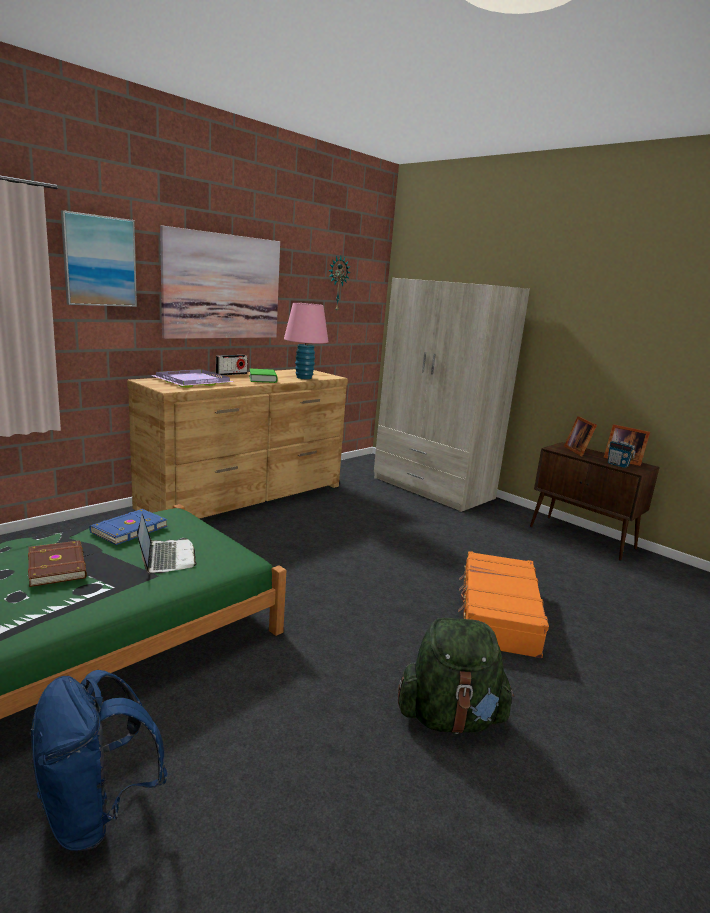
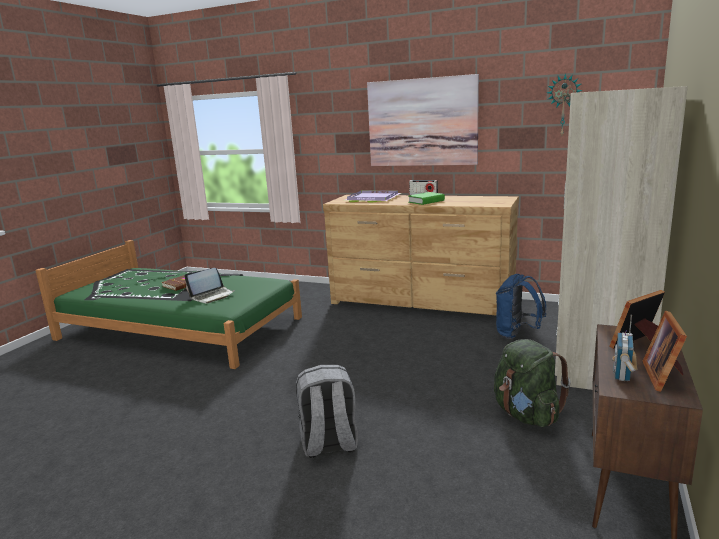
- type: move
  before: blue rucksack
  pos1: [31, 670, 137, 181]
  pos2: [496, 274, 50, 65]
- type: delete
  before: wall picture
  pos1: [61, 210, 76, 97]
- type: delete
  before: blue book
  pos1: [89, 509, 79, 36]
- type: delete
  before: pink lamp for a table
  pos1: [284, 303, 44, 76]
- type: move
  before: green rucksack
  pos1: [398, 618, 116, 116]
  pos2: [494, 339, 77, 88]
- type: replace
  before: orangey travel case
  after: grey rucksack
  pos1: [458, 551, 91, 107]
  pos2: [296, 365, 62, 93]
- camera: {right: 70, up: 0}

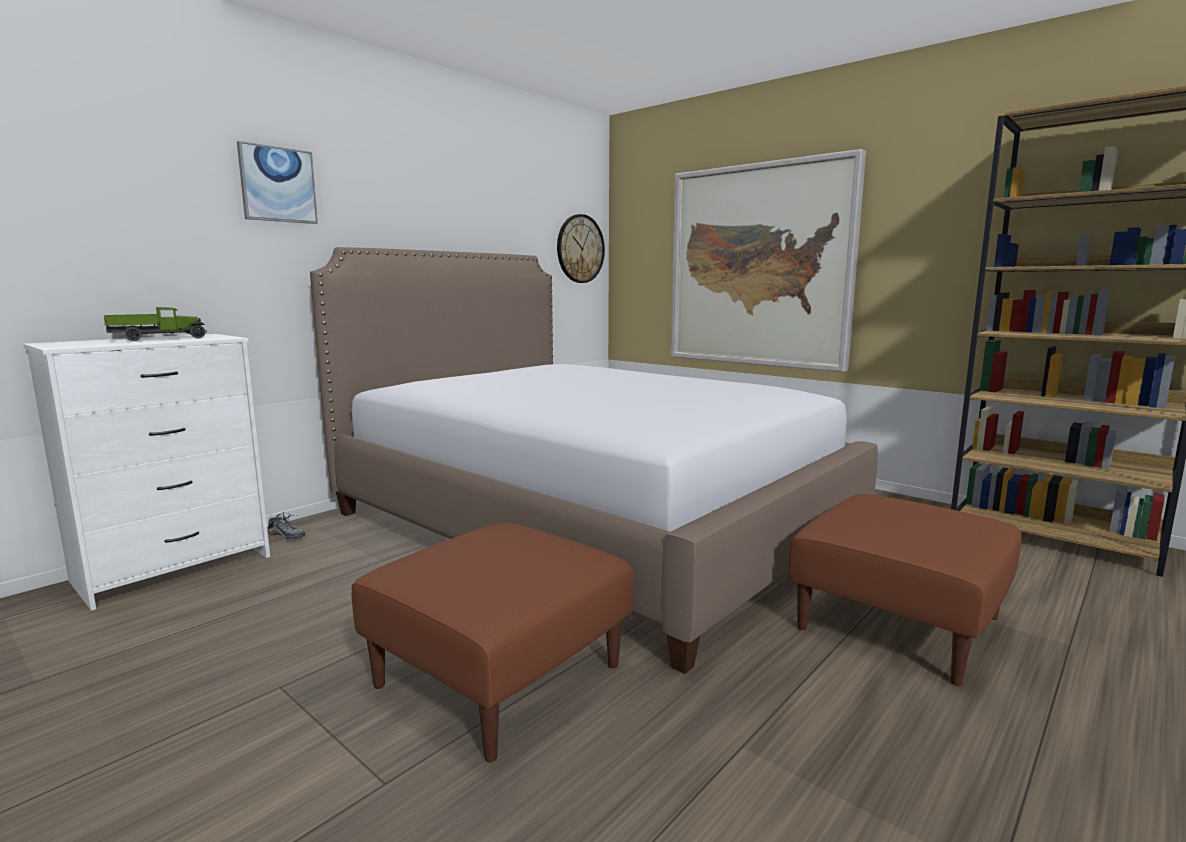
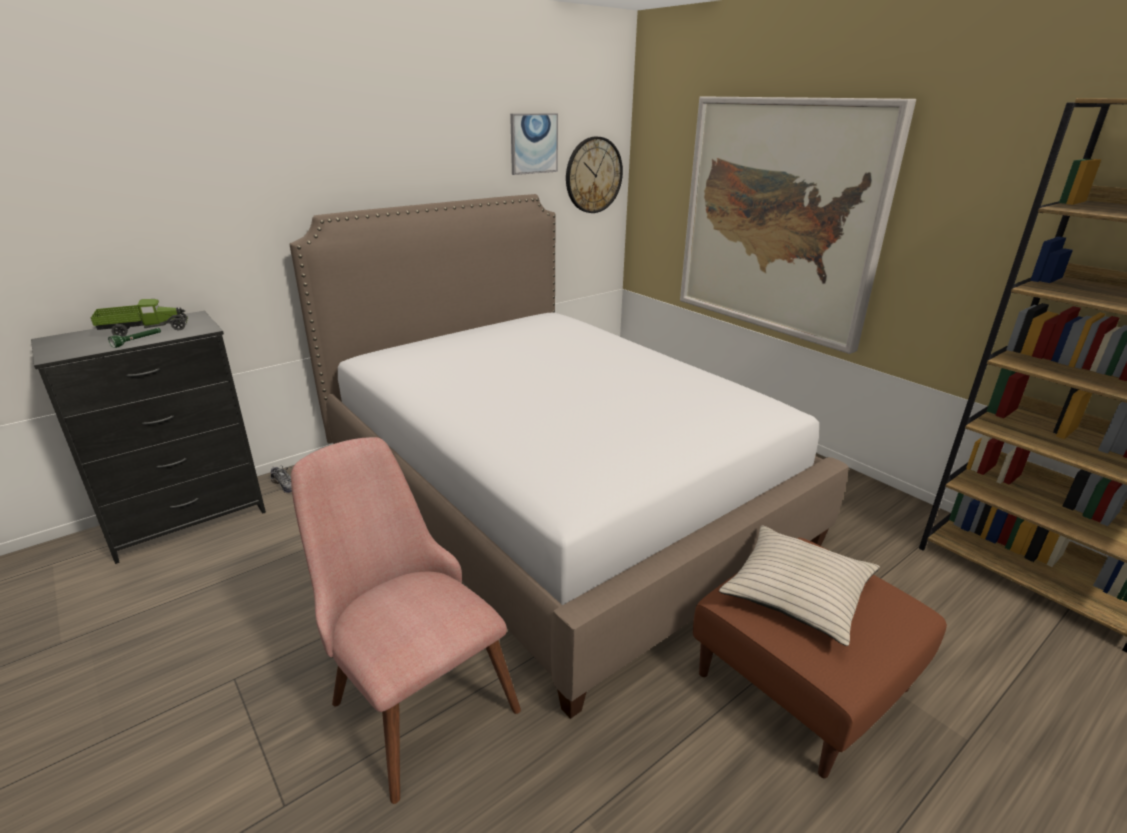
- type: recolor
  before: whitish dresser
  after: blackish dresser
  pos1: [23, 334, 247, 277]
  pos2: [31, 311, 235, 253]
- type: move
  before: wall picture
  pos1: [237, 141, 81, 83]
  pos2: [510, 113, 48, 62]
- type: replace
  before: brownish ottoman
  after: pink plain chair
  pos1: [351, 523, 283, 239]
  pos2: [291, 437, 230, 367]
- type: insert
  after: green torch
  pos2: [108, 328, 53, 20]
- type: insert
  after: beige-coloured throw pillow
  pos2: [719, 525, 161, 121]
- camera: {right: 10, up: 15}

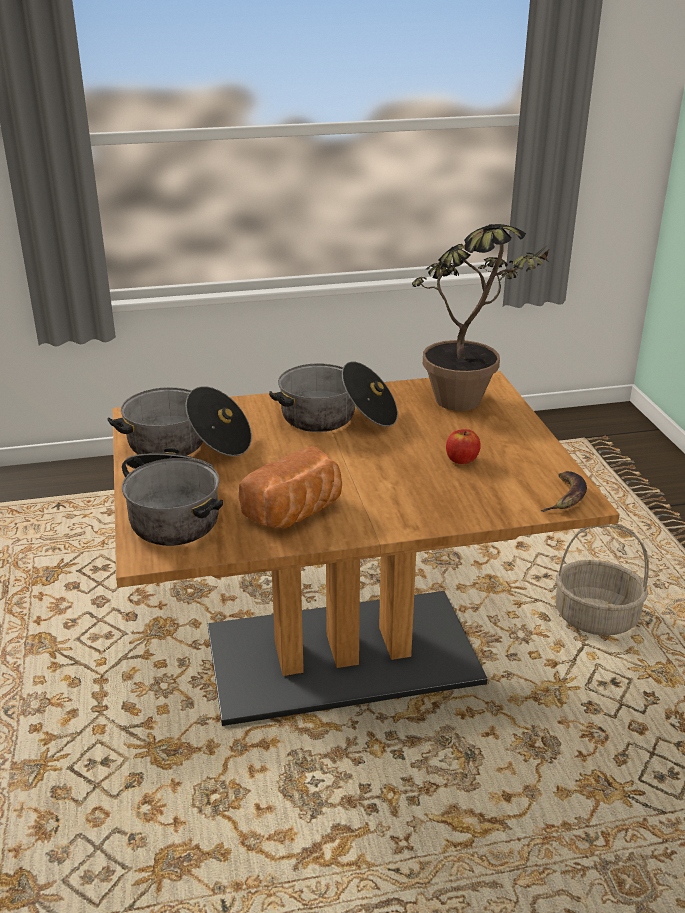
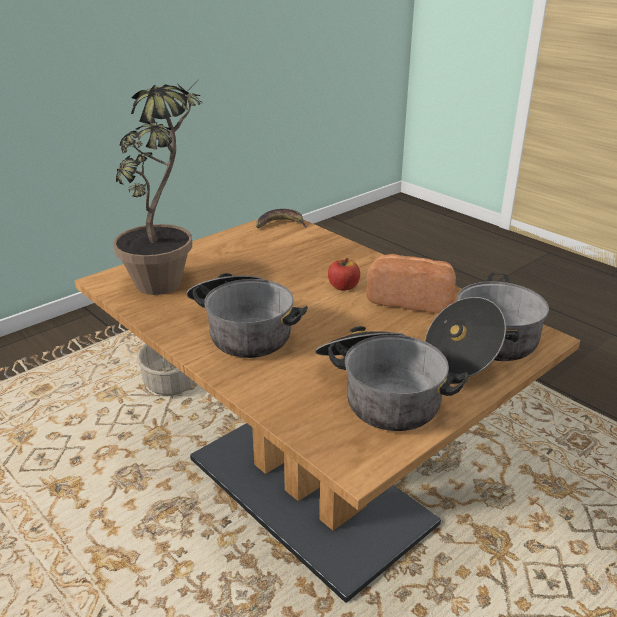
- type: move
  before: apple
  pos1: [446, 429, 35, 35]
  pos2: [328, 258, 32, 33]
- camera: {right: -120, up: 0}

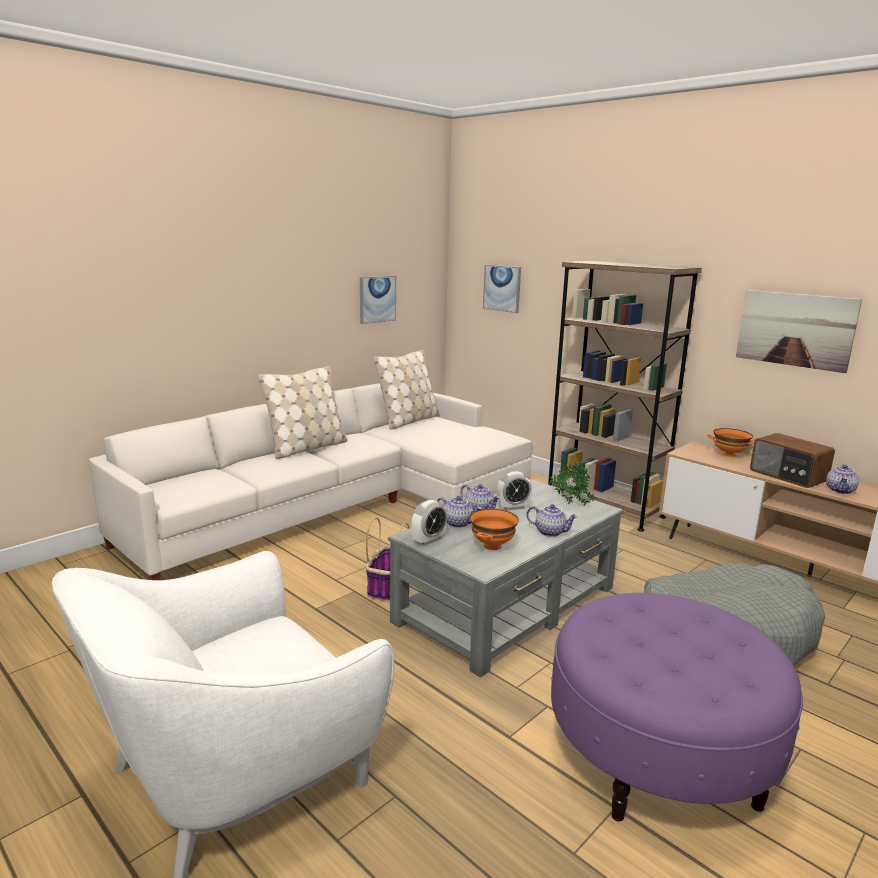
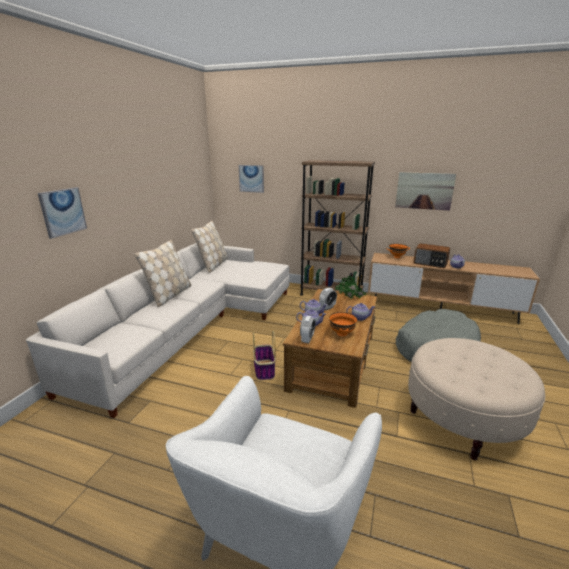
- type: move
  before: wall picture
  pos1: [360, 276, 36, 48]
  pos2: [38, 187, 49, 52]
- type: recolor
  before: grey lounge table
  after: brownish lounge table
  pos1: [388, 479, 236, 199]
  pos2: [283, 289, 94, 119]
- type: recolor
  before: purple ottoman
  after: beige-coloured ottoman
  pos1: [551, 593, 252, 228]
  pos2: [408, 338, 137, 122]
- camera: {right: -25, up: 5}

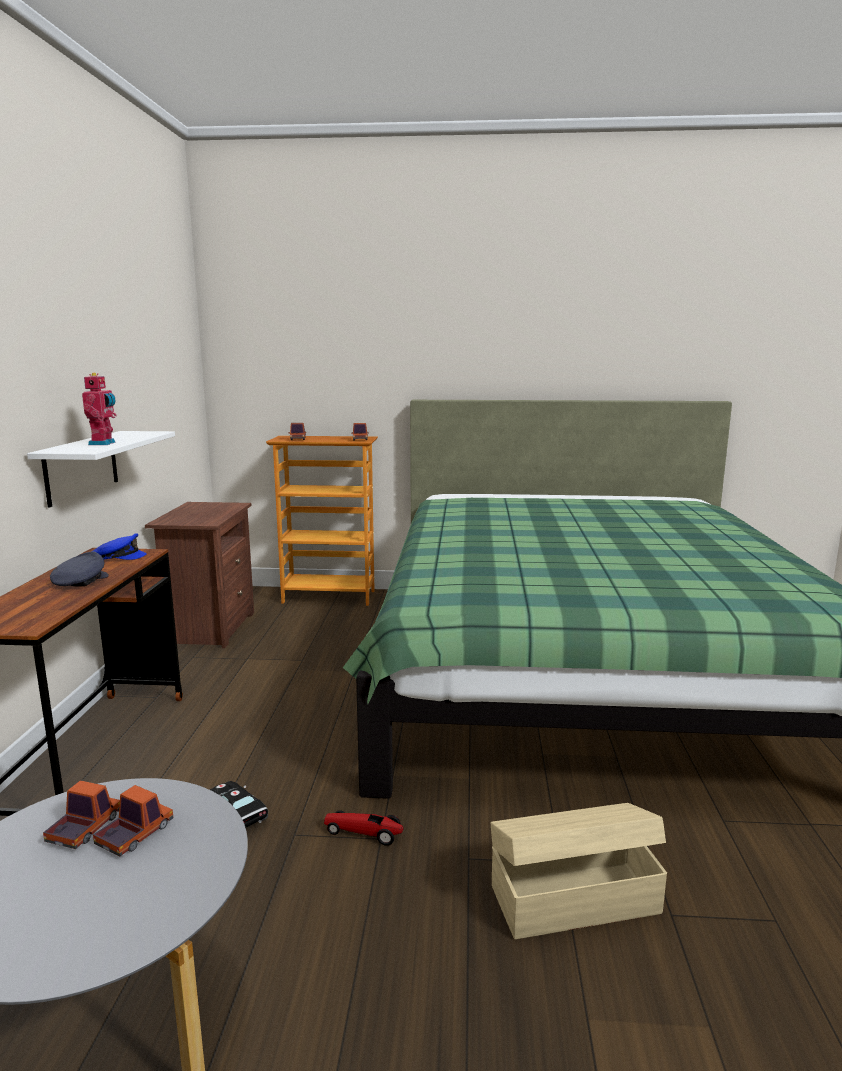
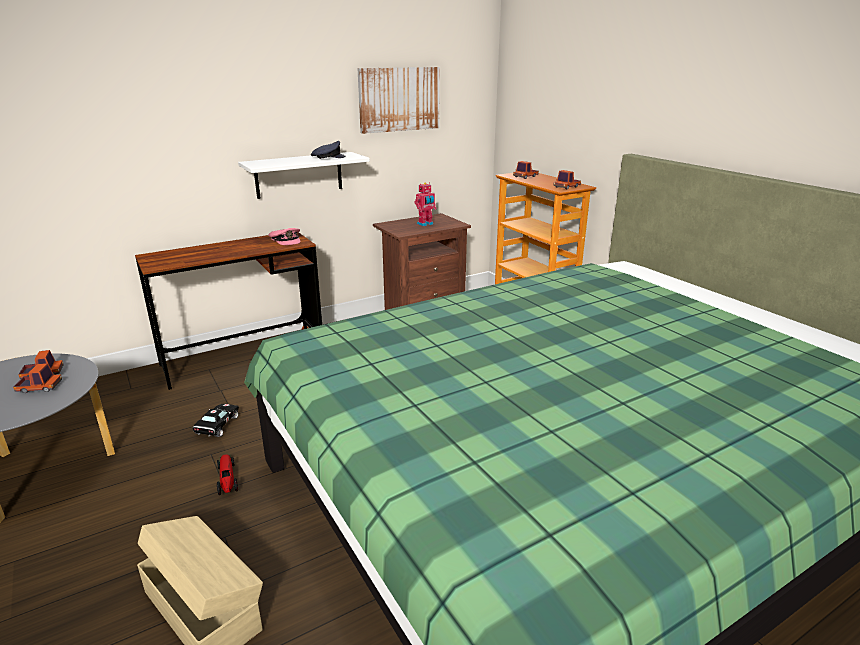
- type: move
  before: grey baseball cap
  pos1: [50, 551, 59, 35]
  pos2: [311, 141, 34, 18]
- type: move
  before: robot figure
  pos1: [82, 373, 35, 72]
  pos2: [415, 183, 22, 43]
- type: recolor
  before: blue baseball cap
  after: pink baseball cap
  pos1: [93, 533, 54, 27]
  pos2: [269, 228, 32, 17]
- type: insert
  after: wall picture
  pos2: [357, 67, 83, 67]
- camera: {right: 55, up: 10}

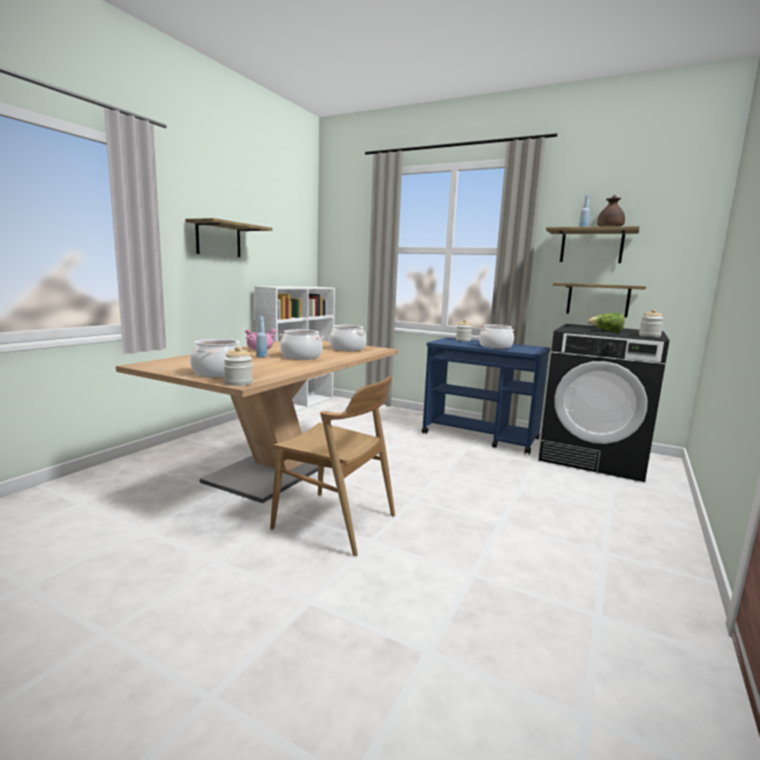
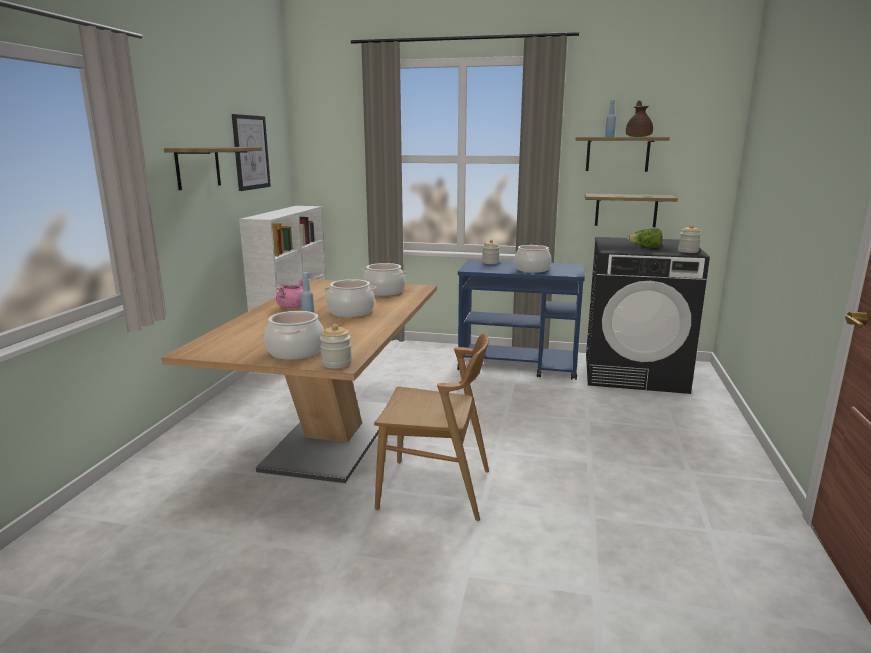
- type: insert
  after: wall picture
  pos2: [232, 114, 39, 77]
- camera: {right: -15, up: 5}

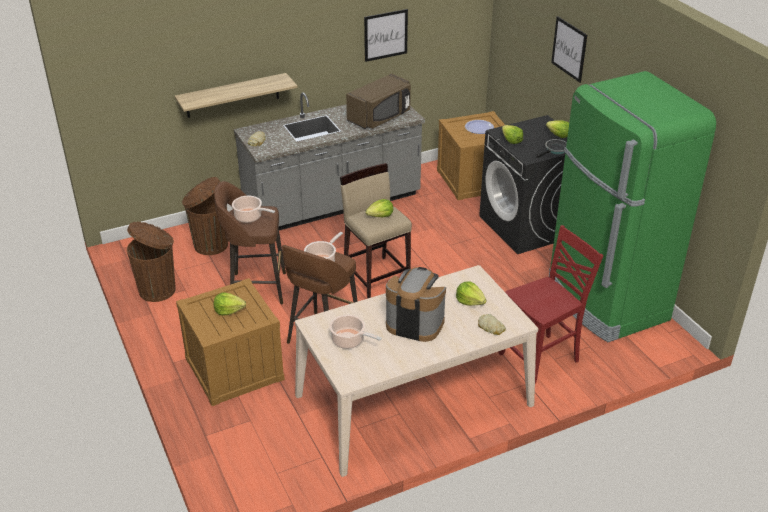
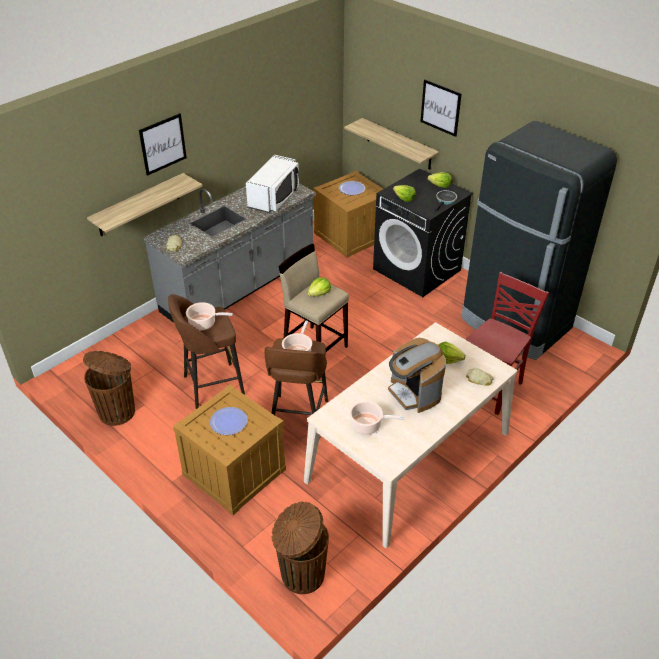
- type: move
  before: brownish trash can
  pos1: [182, 177, 46, 78]
  pos2: [272, 501, 57, 93]
- type: replace
  before: head of lettuce
  after: dinner plate
  pos1: [214, 292, 32, 24]
  pos2: [210, 407, 38, 28]
- type: recolor
  before: brownish microwave oven
  after: whitish microwave oven
  pos1: [346, 73, 65, 56]
  pos2: [246, 155, 53, 58]
- type: move
  before: wall picture
  pos1: [364, 9, 44, 53]
  pos2: [139, 113, 48, 63]
- type: rotate
  before: coffee maker
  pos1: [386, 267, 60, 75]
  pos2: [388, 338, 58, 75]
  turn: -120
- type: recolor
  before: green refrigerator
  after: blackish refrigerator
  pos1: [549, 71, 167, 271]
  pos2: [461, 121, 156, 239]
- type: insert
  after: bracket shelf
  pos2: [344, 118, 95, 52]
- camera: {right: -20, up: 5}

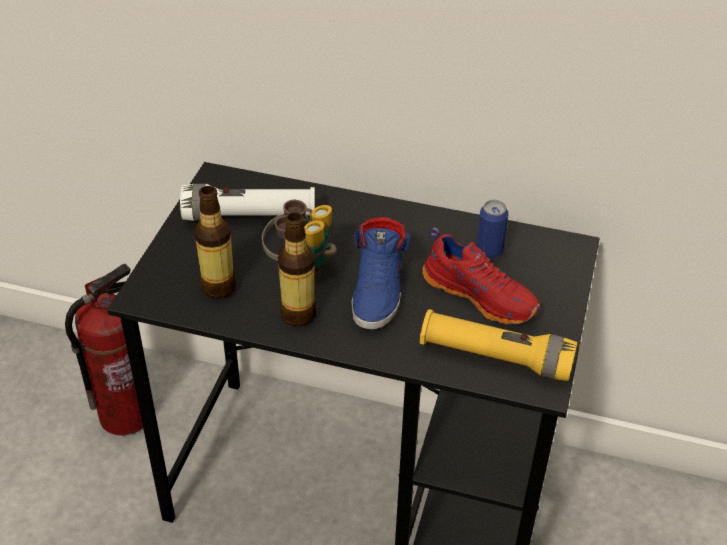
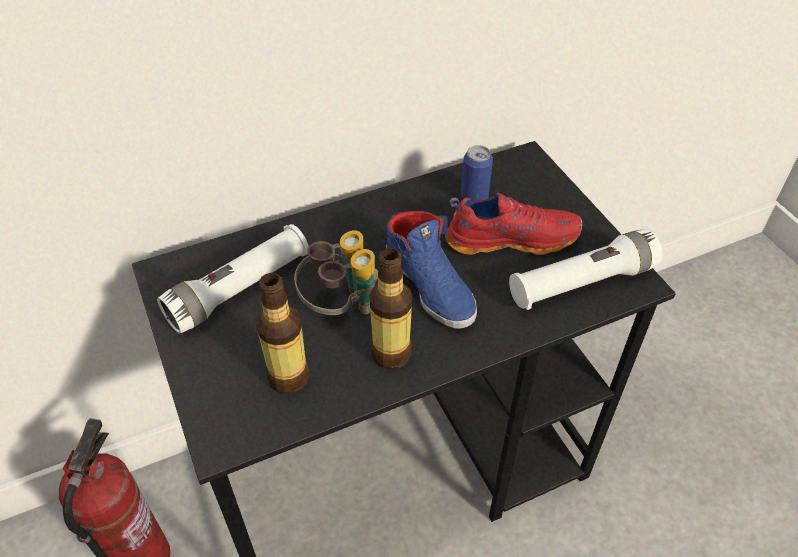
- type: recolor
  before: yellow torch
  after: whitish torch
  pos1: [420, 309, 157, 72]
  pos2: [509, 229, 153, 81]
- camera: {right: -40, up: 5}

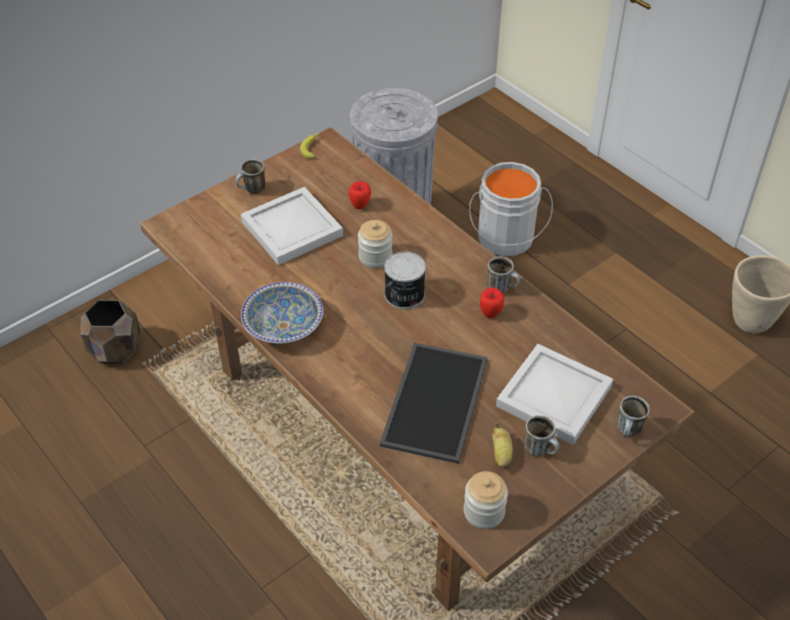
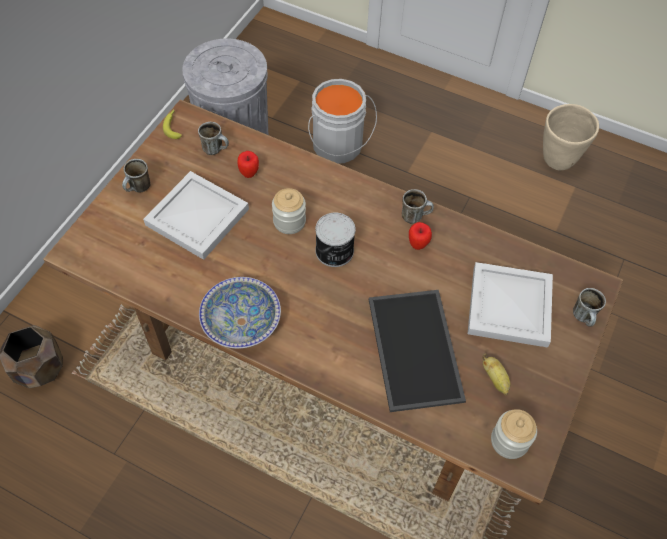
- type: move
  before: coffee mug
  pos1: [525, 415, 35, 41]
  pos2: [198, 122, 31, 33]
- camera: {right: -25, up: 10}

